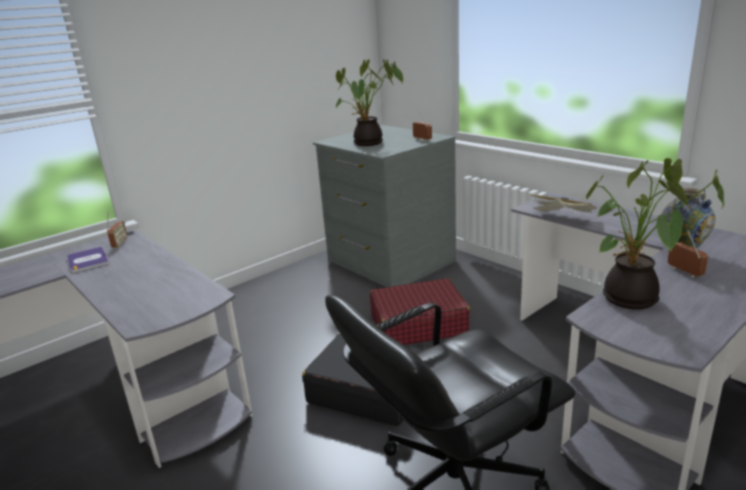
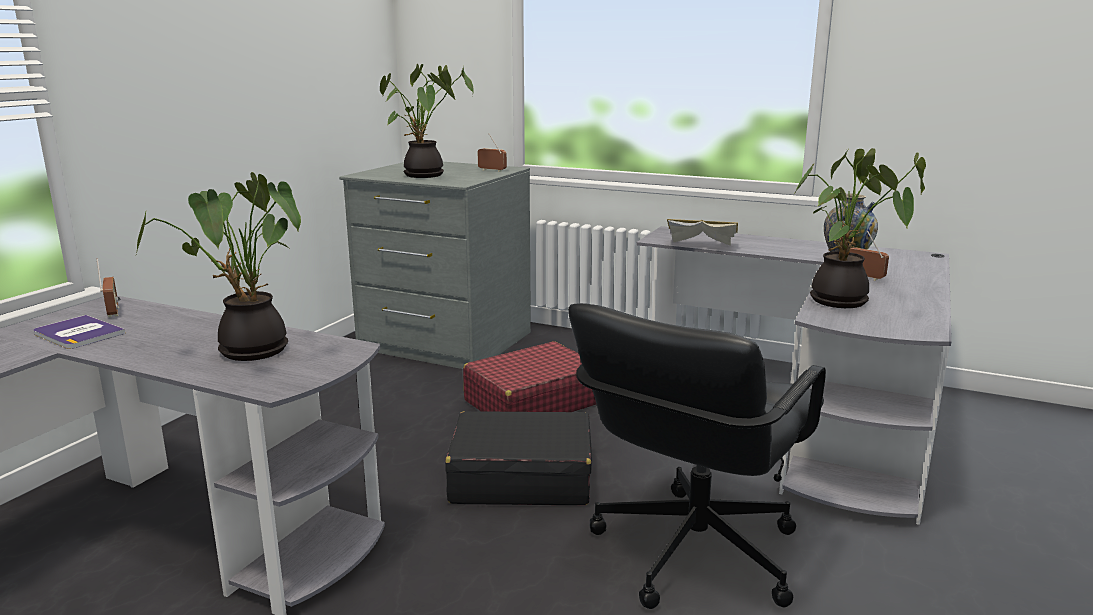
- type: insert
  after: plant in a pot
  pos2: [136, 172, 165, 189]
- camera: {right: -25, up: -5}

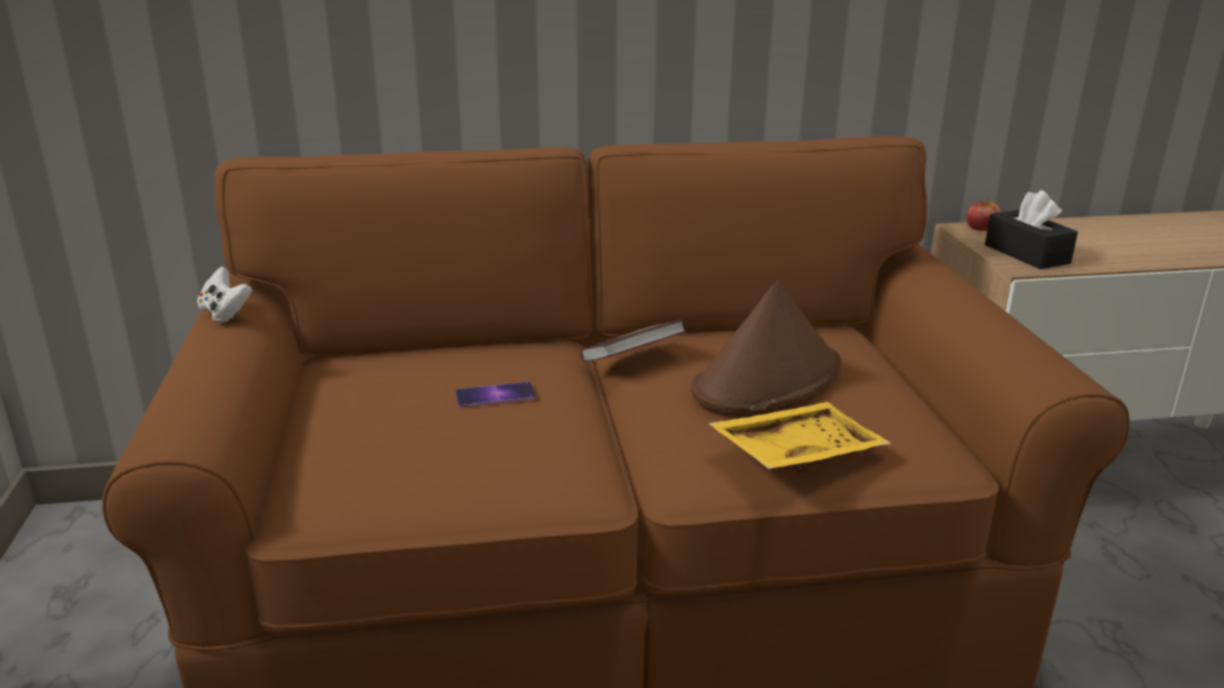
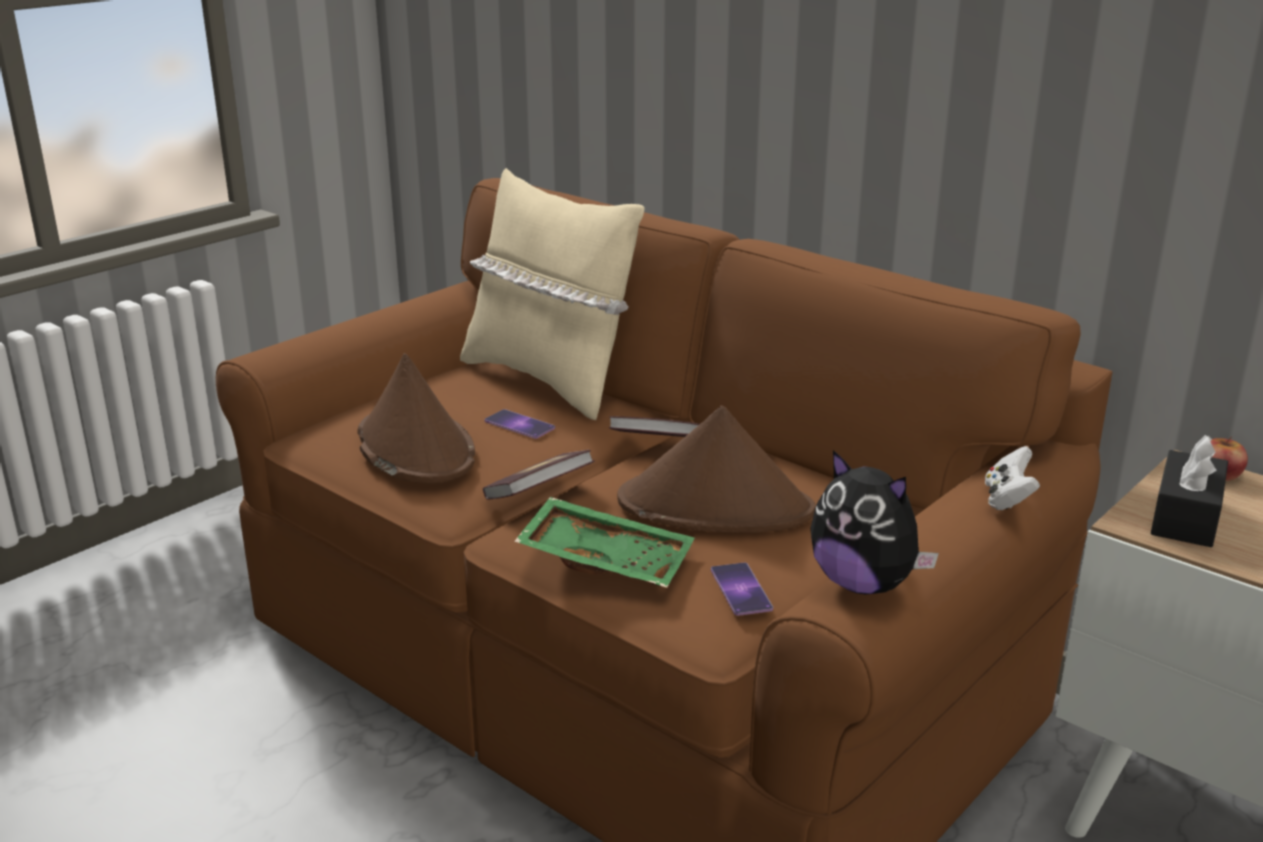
- type: move
  before: whitish game controller
  pos1: [197, 267, 55, 56]
  pos2: [985, 446, 55, 64]
- type: recolor
  before: yellow serving tray
  after: green serving tray
  pos1: [708, 402, 183, 71]
  pos2: [514, 497, 180, 91]
- type: insert
  after: brownish hat
  pos2: [358, 353, 117, 131]
- type: insert
  after: beige-coloured throw pillow
  pos2: [460, 168, 185, 252]
- type: insert
  after: book
  pos2: [483, 450, 112, 49]
- type: insert
  after: handset
  pos2: [711, 562, 62, 54]
- type: insert
  after: cuddly toy
  pos2: [810, 450, 129, 145]
- camera: {right: 50, up: 0}

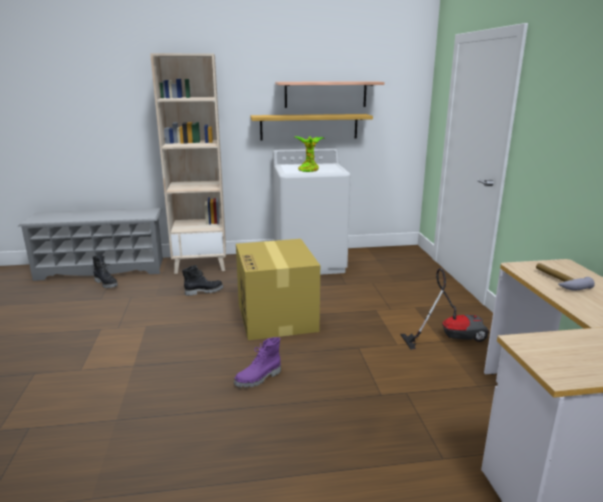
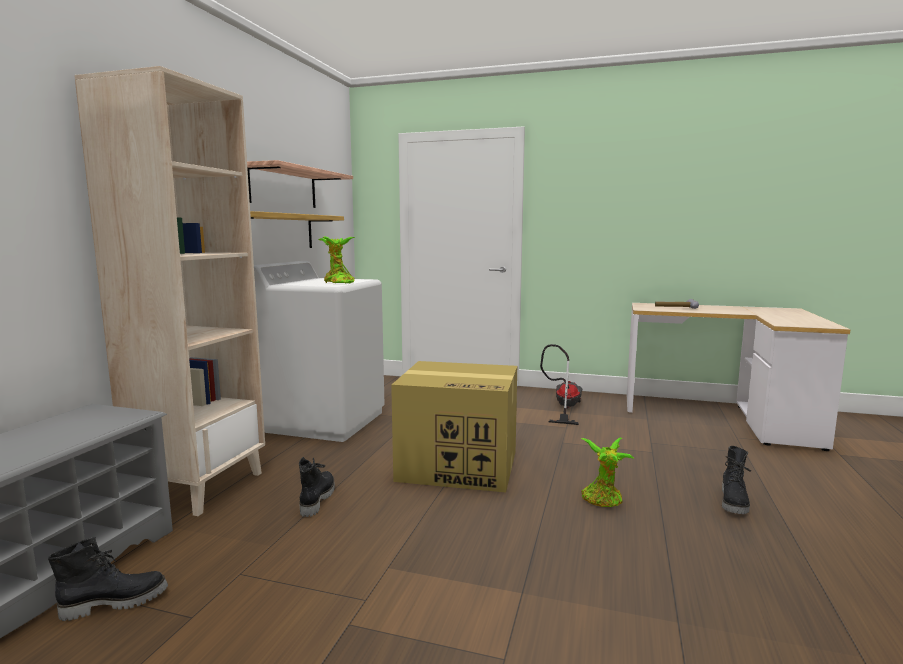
- type: replace
  before: purple tall boot
  after: plant in a pot
  pos1: [234, 337, 47, 51]
  pos2: [581, 438, 54, 69]
- type: insert
  after: blackish tall boot
  pos2: [722, 446, 29, 68]
- camera: {right: -65, up: -10}

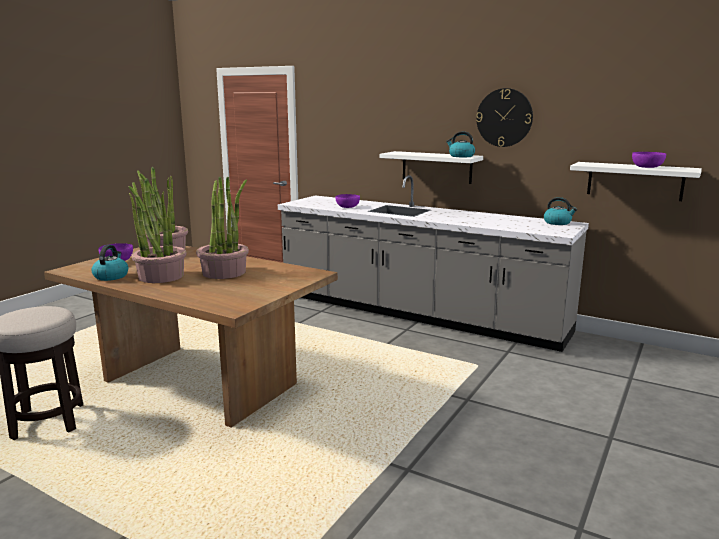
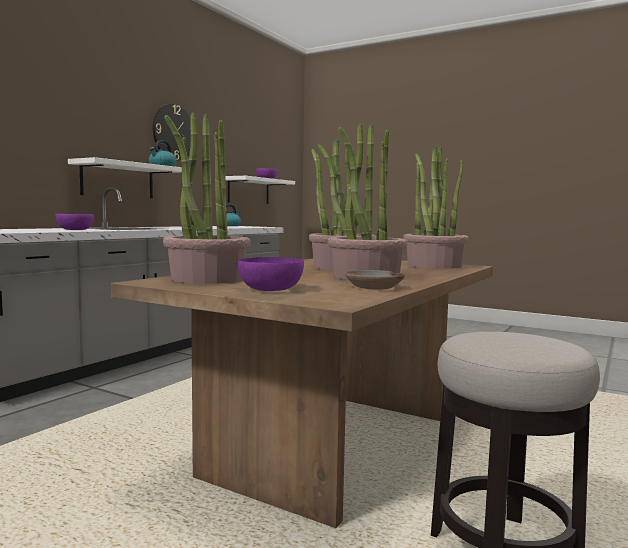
- type: replace
  before: kettle
  after: brownish deep dish
  pos1: [91, 245, 37, 36]
  pos2: [345, 270, 60, 19]
- type: insert
  after: plant in a pot
  pos2: [404, 146, 65, 123]
- camera: {right: -90, up: -10}

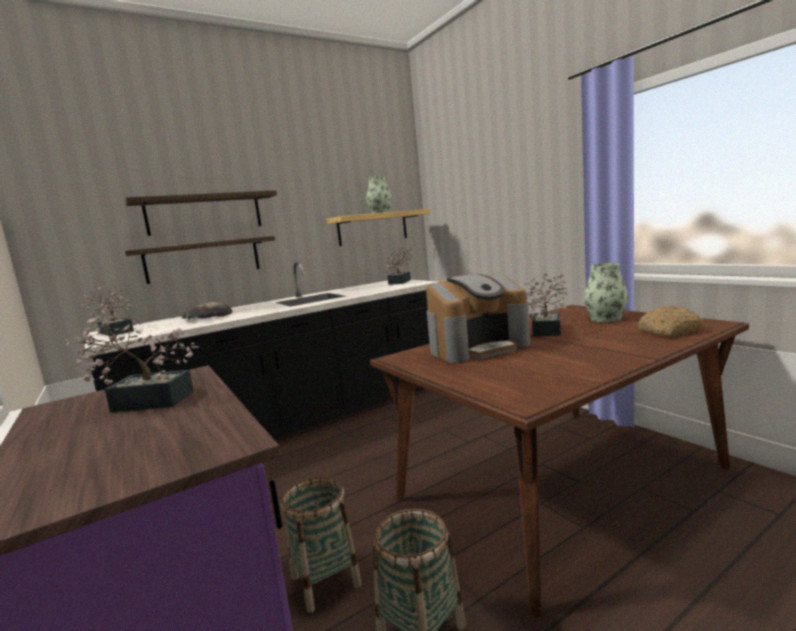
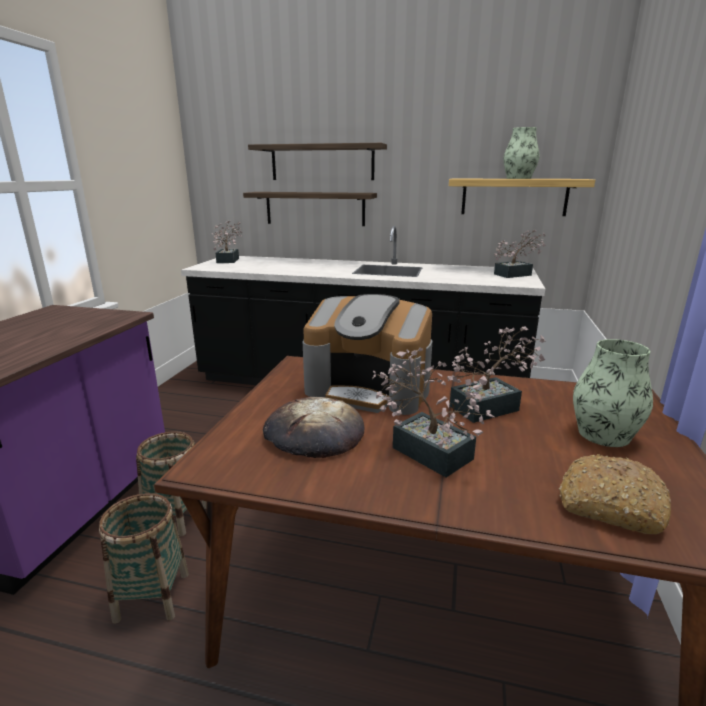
- type: move
  before: plant in a pot
  pos1: [65, 315, 134, 97]
  pos2: [372, 348, 123, 129]
- type: move
  before: bakery bread
  pos1: [182, 302, 50, 18]
  pos2: [263, 397, 101, 61]
- camera: {right: 45, up: 10}

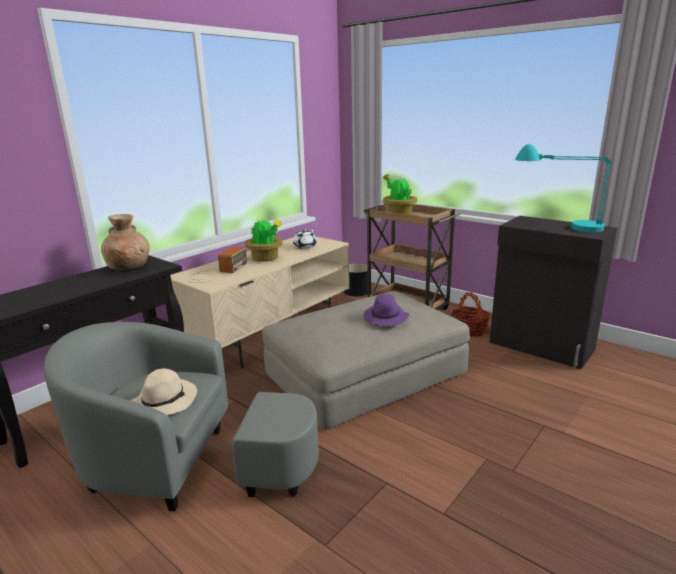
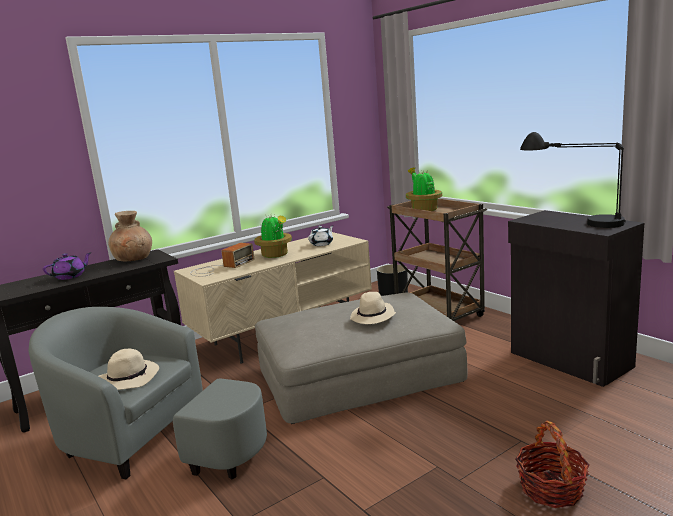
- type: recolor
  before: purple hat
  after: beige-coloured hat
  pos1: [364, 294, 45, 32]
  pos2: [350, 292, 46, 32]
- type: move
  before: storage basket
  pos1: [451, 292, 39, 45]
  pos2: [515, 421, 75, 87]
- type: recolor
  before: turquoise-coloured lamp for a table
  after: blackish lamp for a table
  pos1: [515, 144, 96, 88]
  pos2: [520, 132, 106, 96]
- type: insert
  after: purple tea pot
  pos2: [43, 252, 49, 28]
- camera: {right: 15, up: -5}

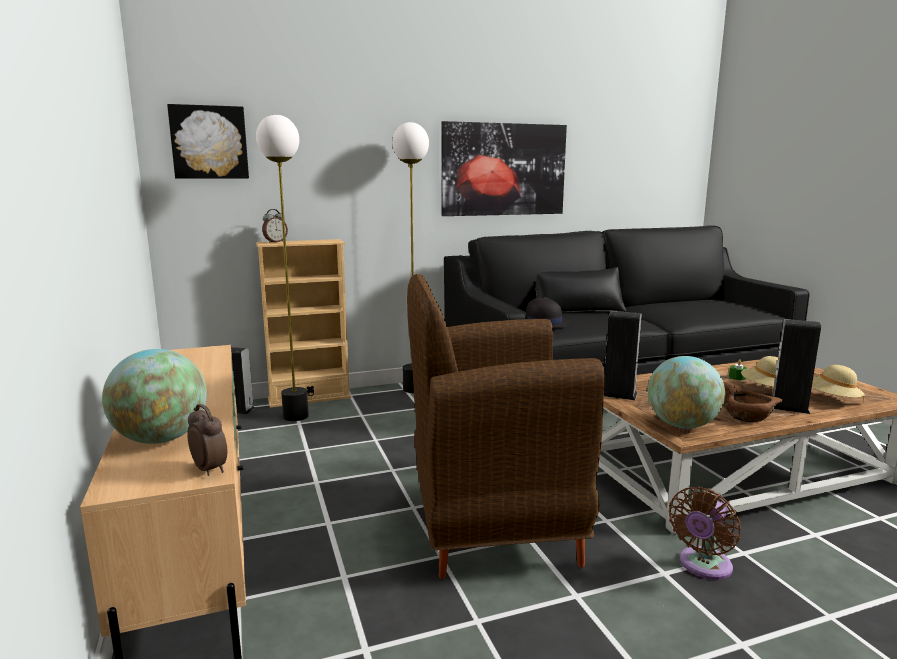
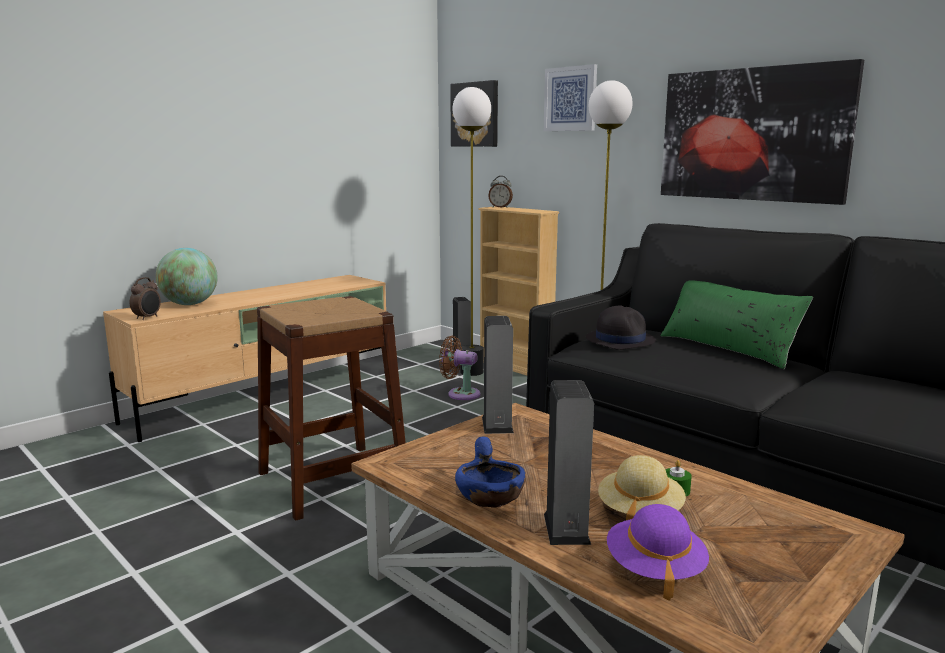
- type: replace
  before: brownish armchair
  after: brownish sitting stool
  pos1: [407, 274, 198, 305]
  pos2: [257, 296, 149, 225]
- type: recolor
  before: blackish throw pillow
  after: green throw pillow
  pos1: [535, 267, 91, 45]
  pos2: [660, 280, 153, 89]
- type: delete
  before: globe
  pos1: [648, 356, 77, 73]
- type: move
  before: brownish cooling fan
  pos1: [669, 486, 72, 94]
  pos2: [439, 336, 42, 64]
- type: recolor
  before: brownish deep dish
  after: blue deep dish
  pos1: [723, 382, 60, 40]
  pos2: [455, 436, 71, 72]
- type: recolor
  before: beige-coloured hat
  after: purple hat
  pos1: [812, 365, 53, 36]
  pos2: [607, 504, 102, 97]
- type: insert
  after: wall picture
  pos2: [544, 64, 53, 67]
- camera: {right: 65, up: 0}

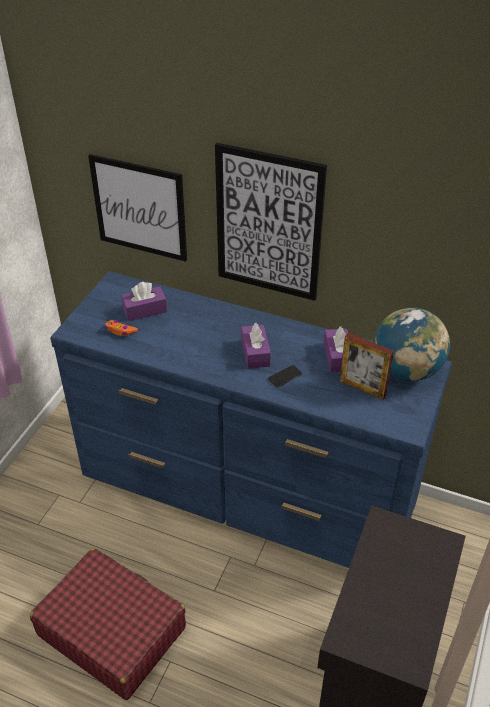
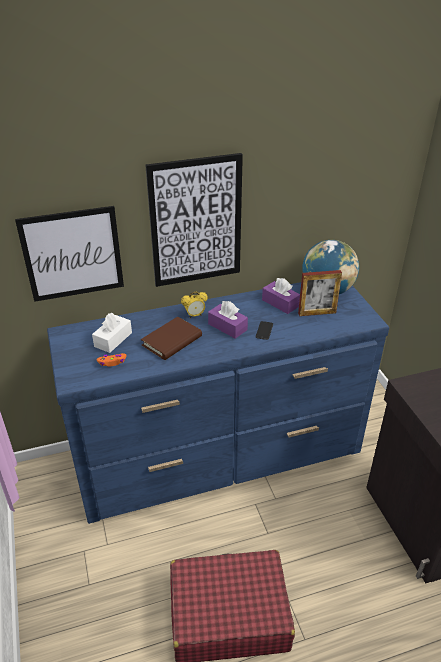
- type: recolor
  before: purple box of tissues
  after: whitish box of tissues
  pos1: [121, 282, 46, 39]
  pos2: [92, 313, 40, 40]
- type: insert
  after: brownish book
  pos2: [141, 317, 61, 43]
- type: insert
  after: table clock
  pos2: [181, 291, 27, 27]
- camera: {right: -40, up: -5}

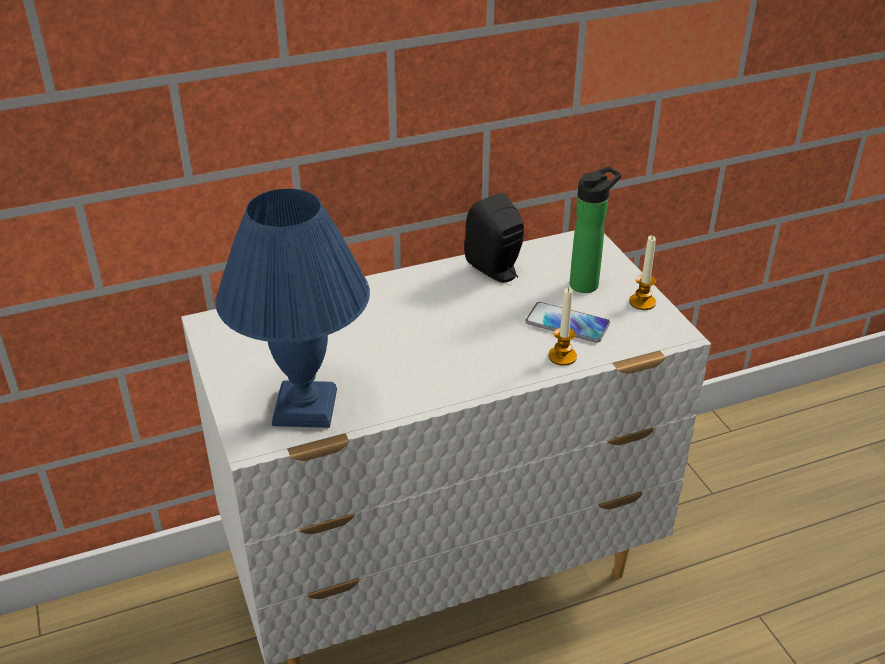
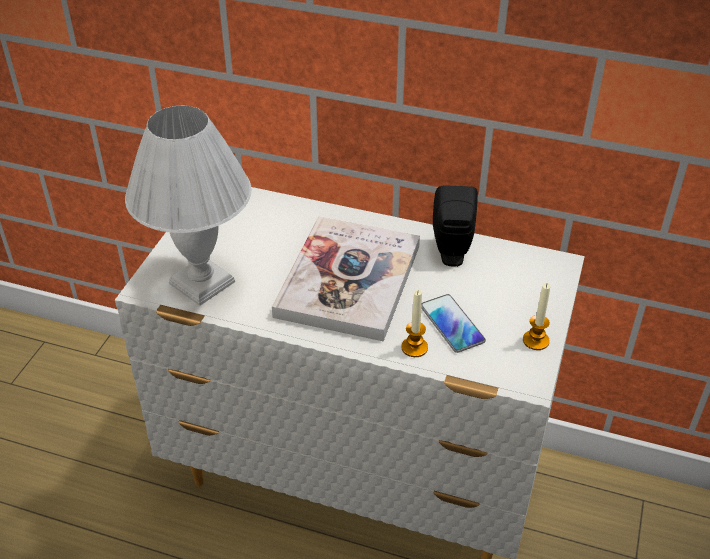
- type: recolor
  before: blue lamp for a table
  after: whitish lamp for a table
  pos1: [216, 189, 154, 239]
  pos2: [125, 106, 127, 200]
- type: delete
  before: beverage bottle
  pos1: [570, 166, 51, 127]
- type: insert
  after: book
  pos2: [272, 217, 148, 125]
- camera: {right: 40, up: 5}

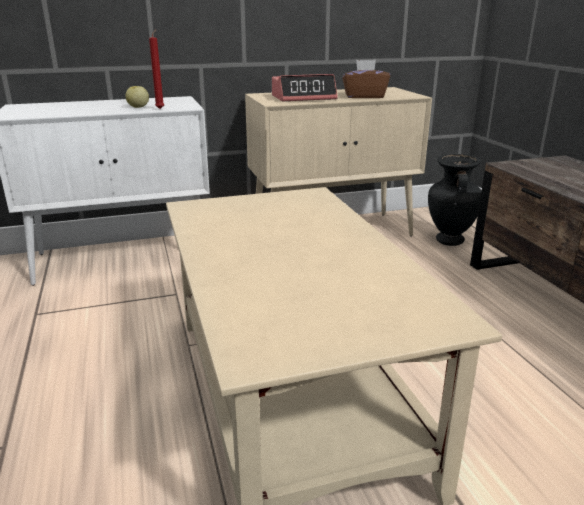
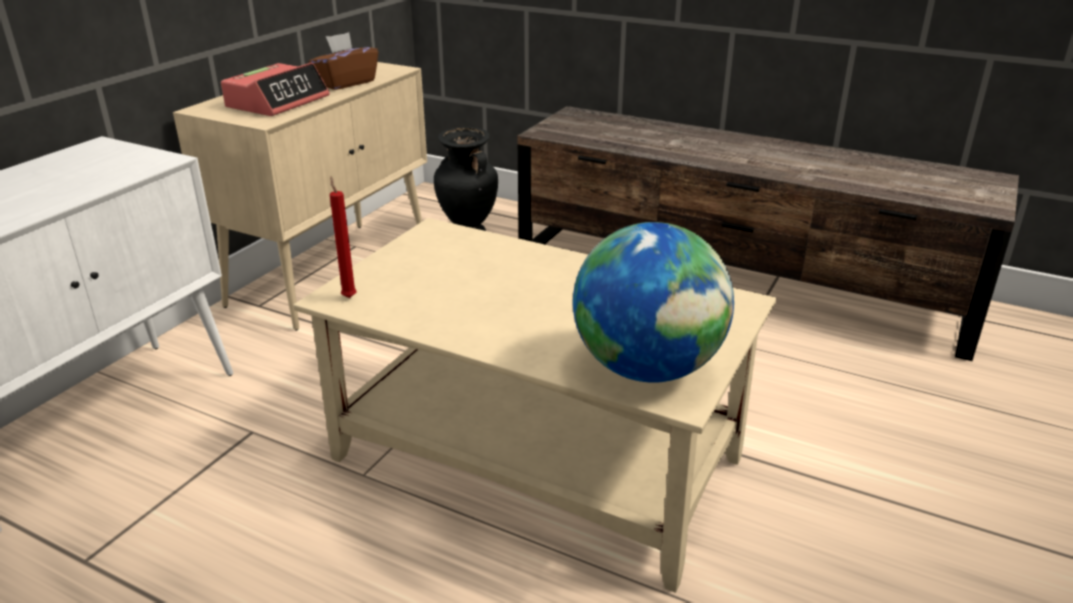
- type: delete
  before: apple
  pos1: [126, 86, 23, 22]
- type: move
  before: reddish wax candle
  pos1: [149, 29, 15, 80]
  pos2: [330, 177, 27, 121]
- type: insert
  after: globe
  pos2: [573, 222, 161, 161]
- camera: {right: -45, up: 5}

